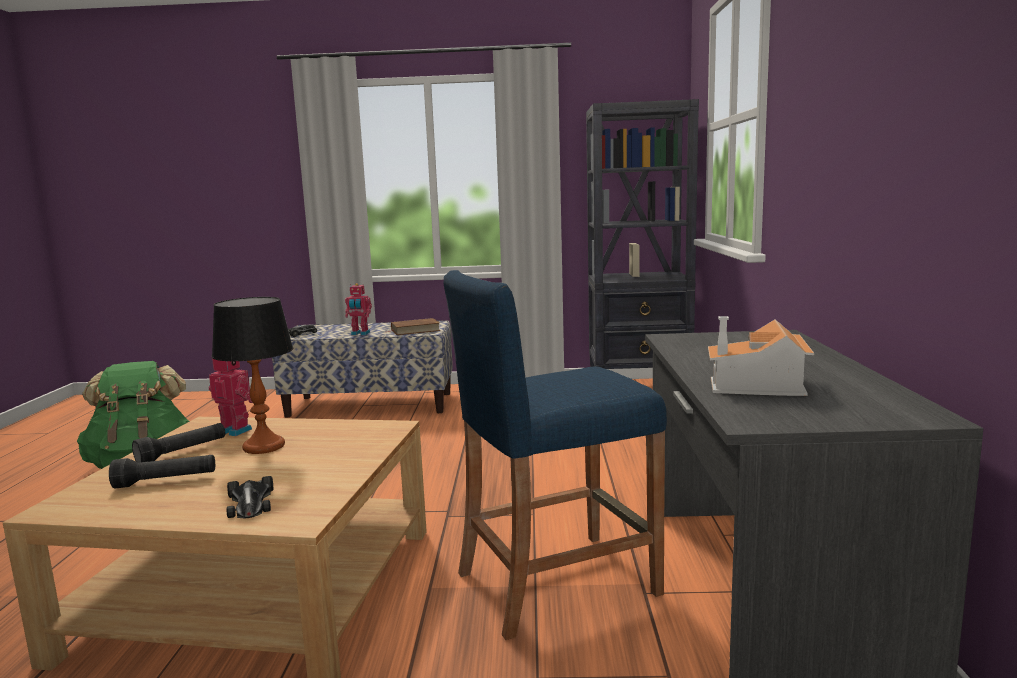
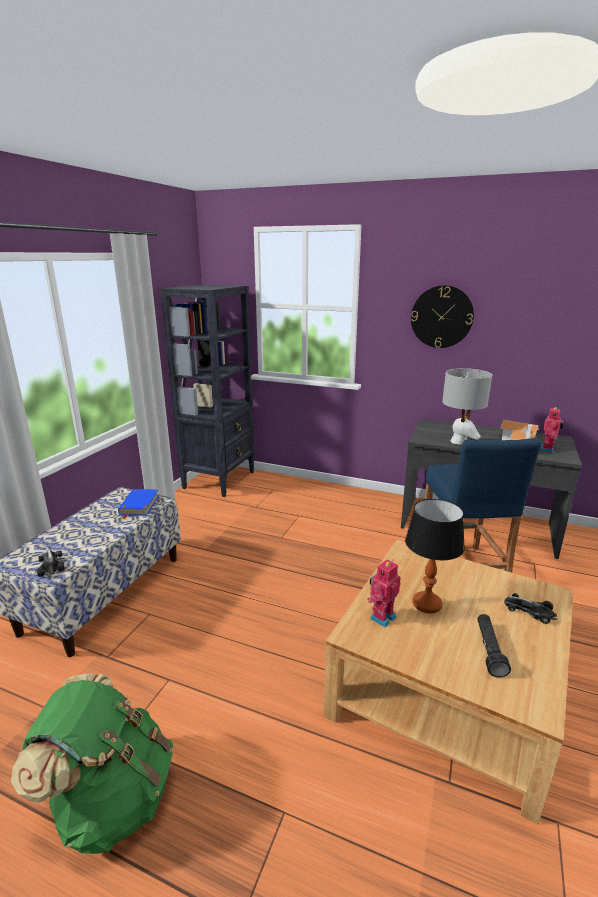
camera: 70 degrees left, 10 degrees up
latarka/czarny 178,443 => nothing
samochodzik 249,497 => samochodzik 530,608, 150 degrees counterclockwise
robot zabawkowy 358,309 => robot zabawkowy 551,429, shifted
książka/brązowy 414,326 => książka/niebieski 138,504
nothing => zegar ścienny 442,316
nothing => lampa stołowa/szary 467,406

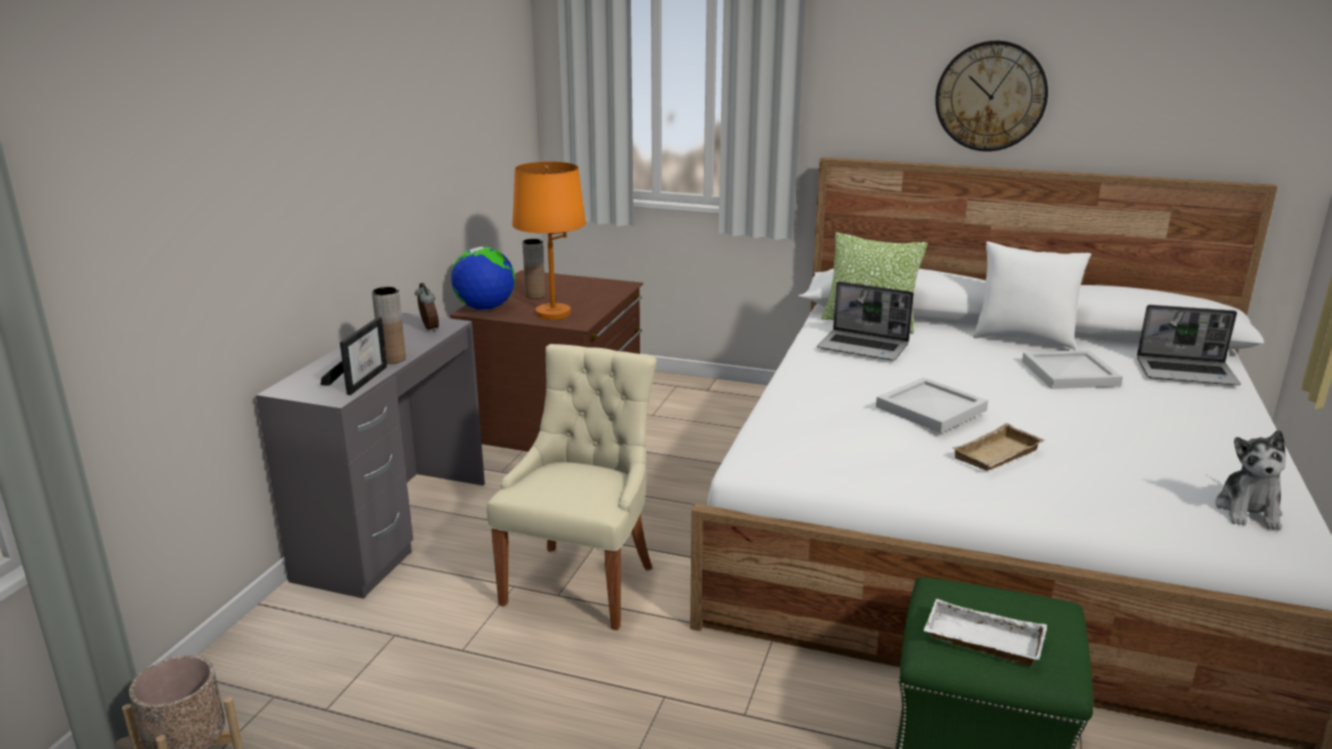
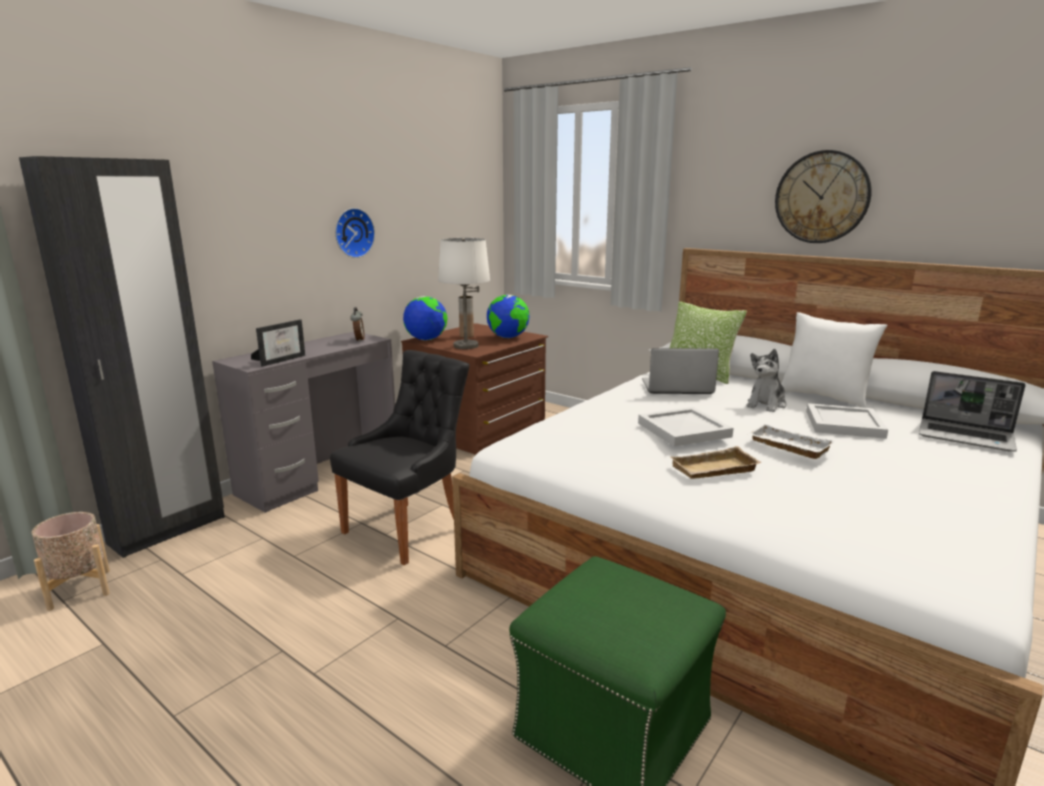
camera: 20 degrees right, 5 degrees down
wazon/brązowy 389,325 => nothing
krzesło/beżowy 572,487 => krzesło/czarny 399,457
lampa stołowa/pomarańczowy 549,241 => lampa stołowa/biały 464,293
laptop 865,321 => laptop 680,371, 135 degrees clockwise
taca/biały 985,632 => taca/biały 791,441, shifted
pluszak 1250,480 => pluszak 766,380, shifted
nothing => szafa/czarny 122,357
nothing => zegar ścienny 355,233
nothing => globus 508,316

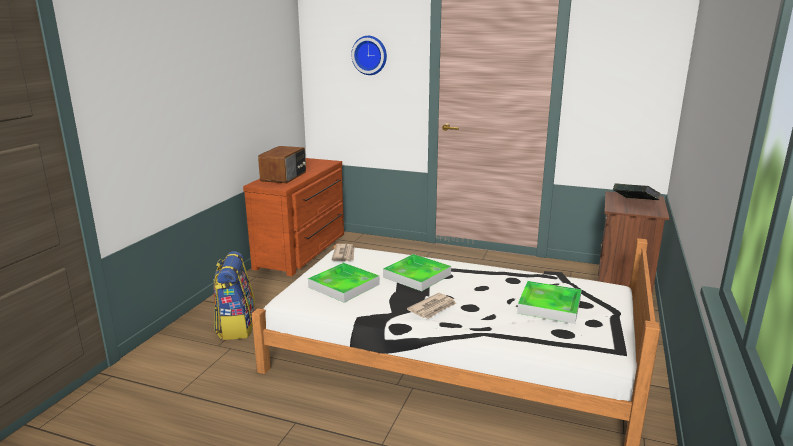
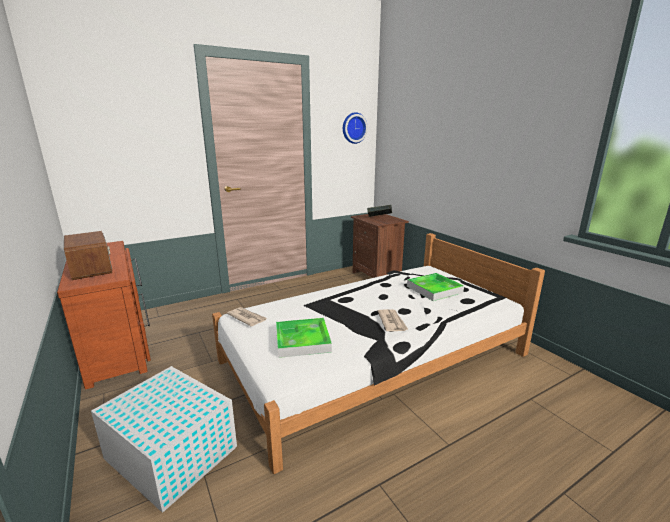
camera: 50 degrees left, 0 degrees up
plecak 234,295 => pojemnik do przechowywania/biały 164,439
zegar ścienny 369,55 => zegar ścienny 355,128, shifted
taca 417,272 => nothing

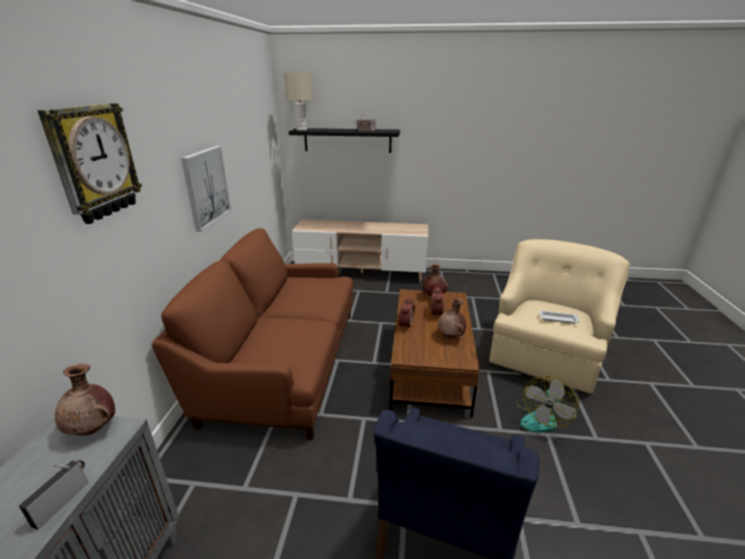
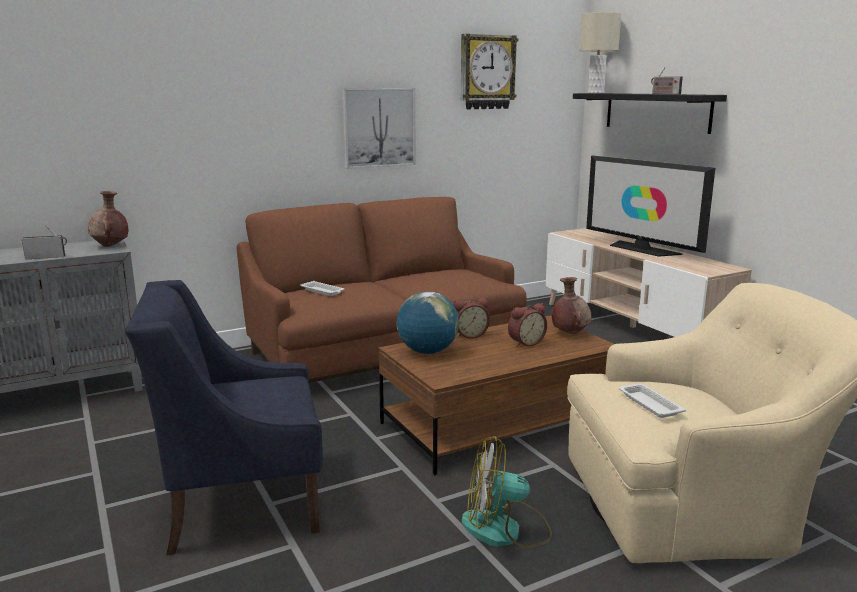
camera: 55 degrees right, 10 degrees down
zegar ścienny 89,163 => zegar ścienny 489,71, shifted
wazon/brązowy 452,318 => nothing
nothing => taca/biały 322,288
nothing => globus 428,323
nothing => telewizor 650,206

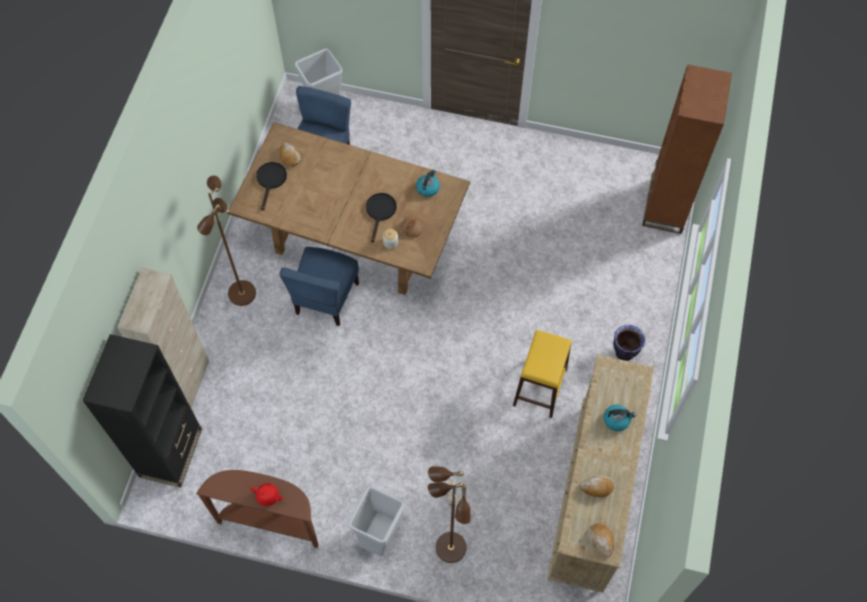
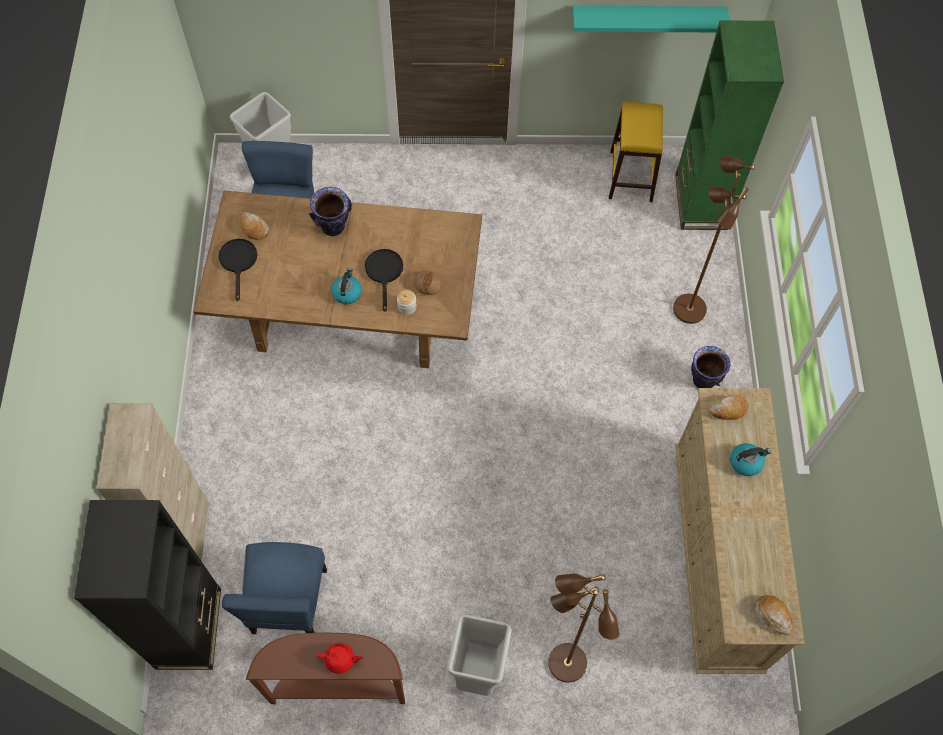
camera: 15 degrees left, 0 degrees up
lampa stojąca/brązowy 226,241 => lampa stojąca/brązowy 714,239, shifted
krzesło/niebieski 319,286 => krzesło/niebieski 274,588, shifted
czajnik 428,183 => czajnik 346,286, shifted
stołek/żółty 542,374 => stołek/żółty 636,152, shifted
chleb 596,486 => chleb 728,407, shifted
regał/brązowy 687,149 => regał/zielony 729,125
nothing => wazon 330,211
nothing => półka/turkusowy 651,19

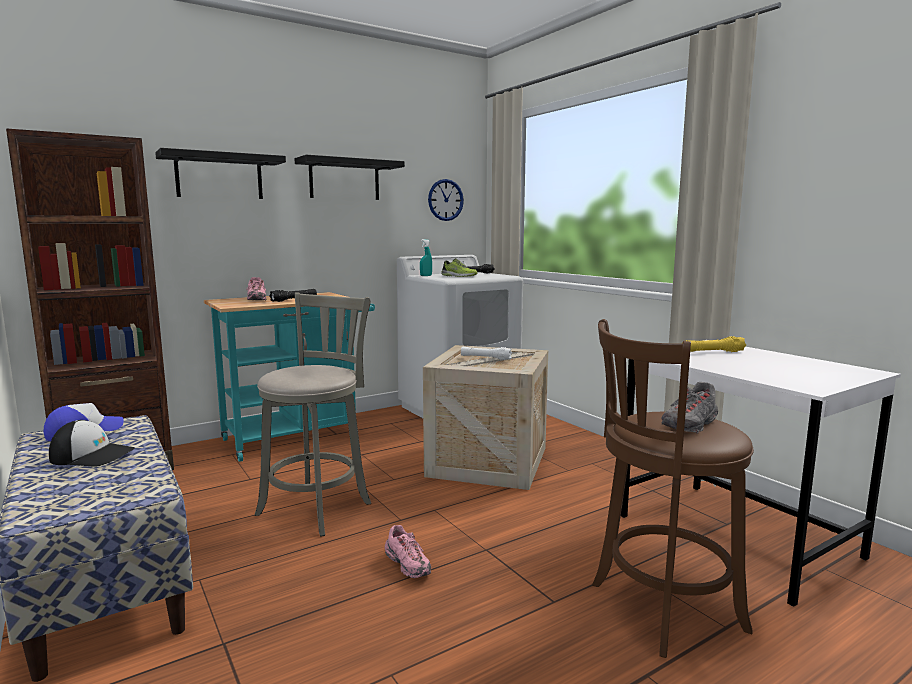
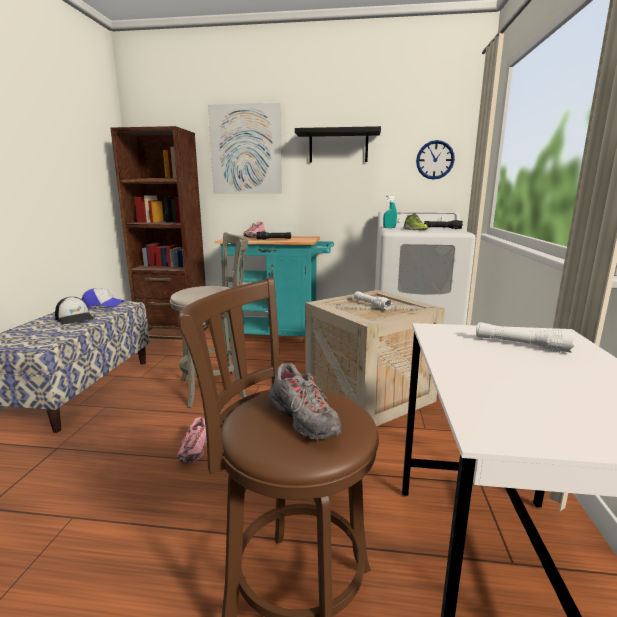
camera: 40 degrees right, 5 degrees up
półka/czarny 220,173 => obraz 245,148
but/szary 689,407 => but/szary 305,401, 120 degrees counterclockwise
latarka/żółty 716,344 => latarka/biały 525,337

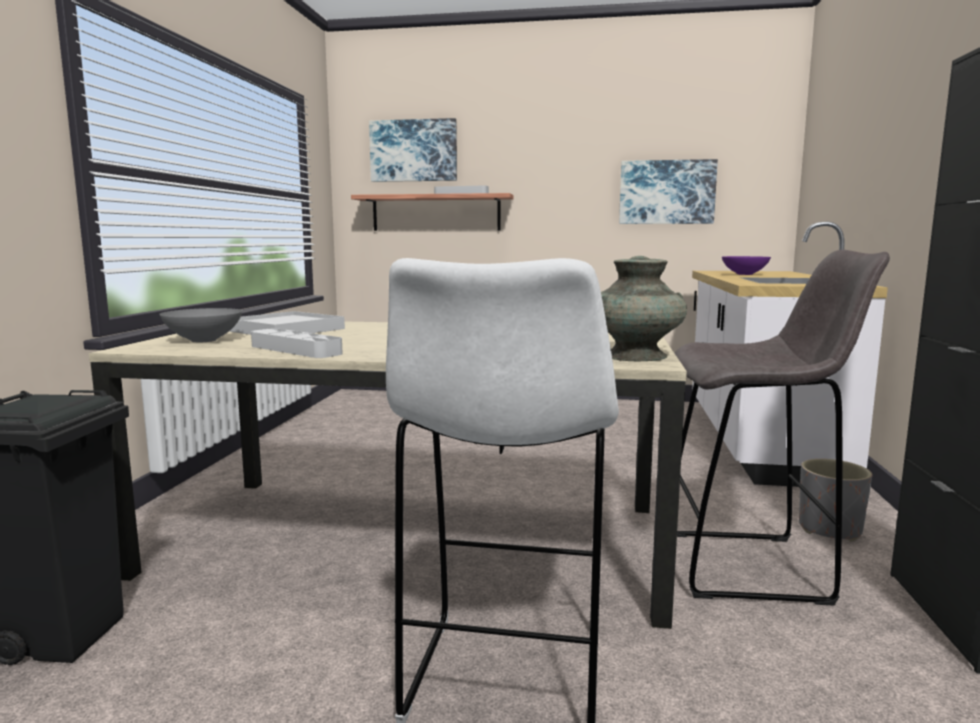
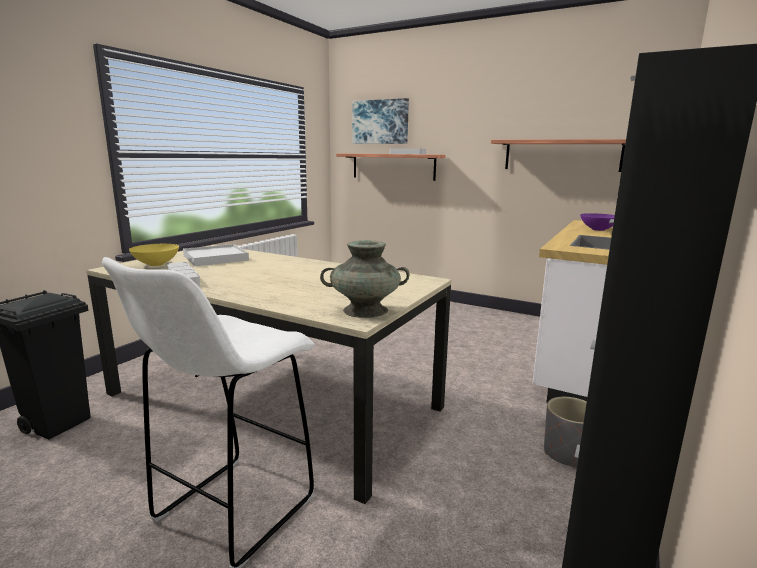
camera: 20 degrees right, 5 degrees up
miska/szary 200,325 => miska/żółty 154,255
obraz 668,191 => półka 558,155
stołek/szary 782,428 => nothing

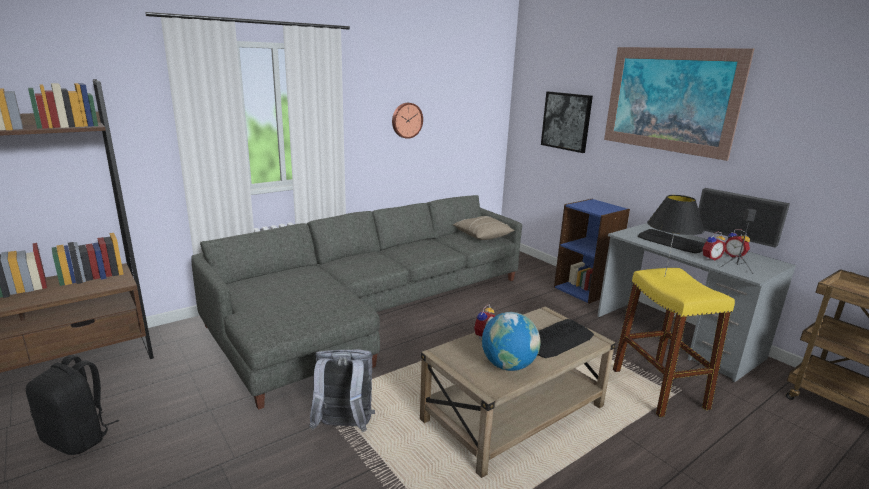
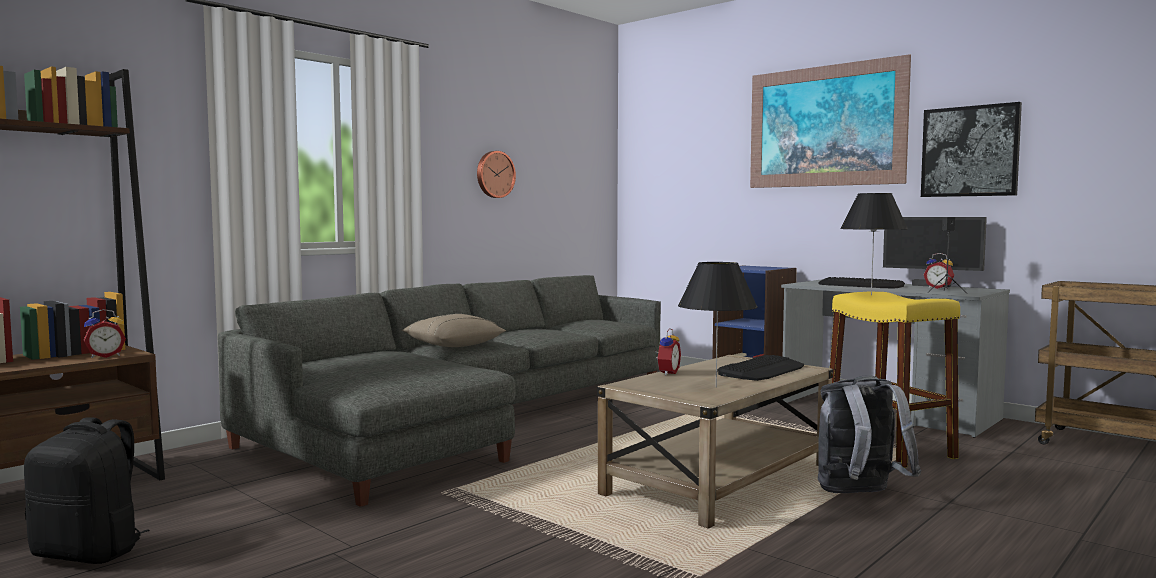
camera: 10 degrees left, 15 degrees down
plecak/szary 342,390 => plecak/szary 869,434, shifted
poduszka/beżowy 484,228 => poduszka/beżowy 454,330, shifted
globus 511,341 => lampa stołowa/czarny 718,324
obraz 567,122 => obraz 971,149, shifted
budzik 713,246 => budzik 105,333, shifted

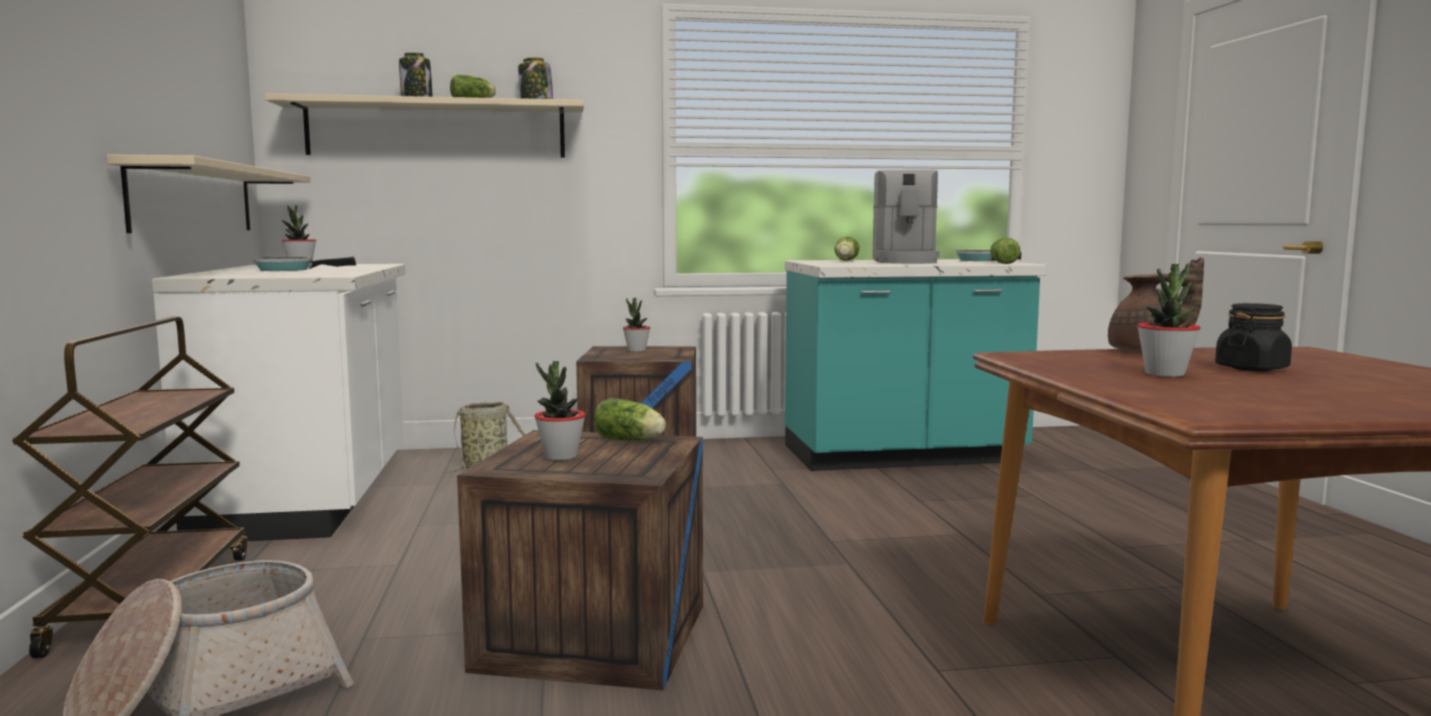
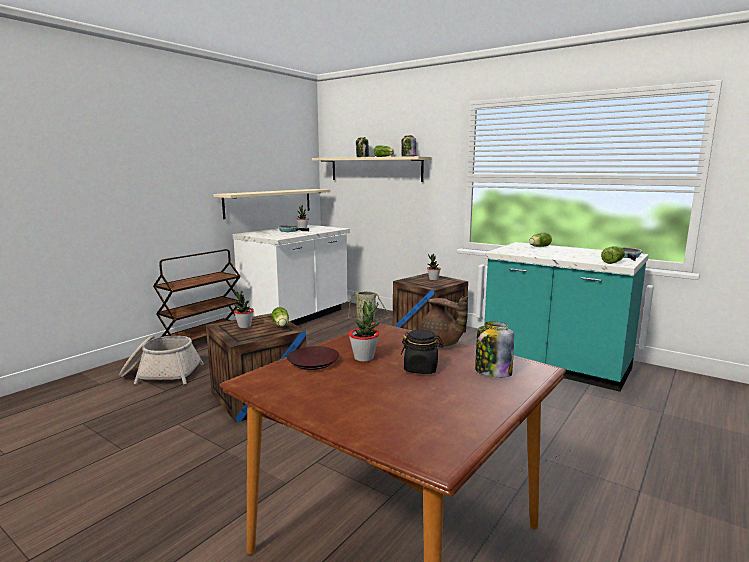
camera: 45 degrees right, 5 degrees up
ekspres do kawy 906,217 => nothing
nothing => talerz/brązowy 313,358
nothing => słoik 494,349

